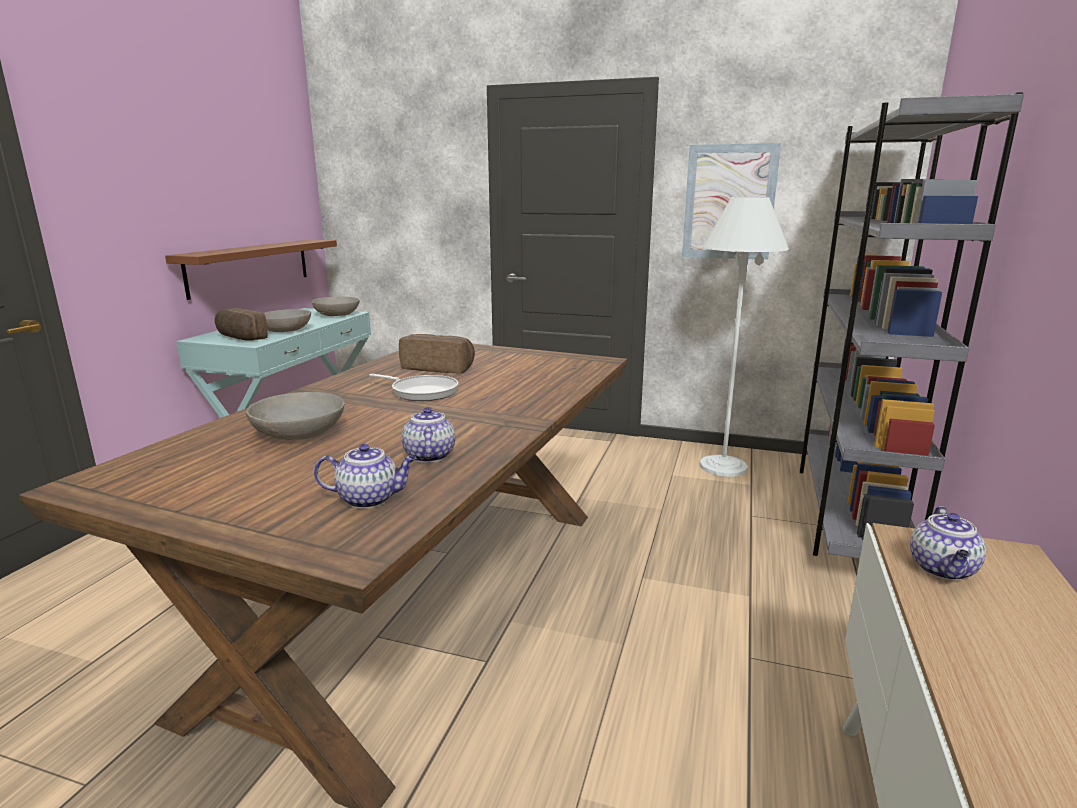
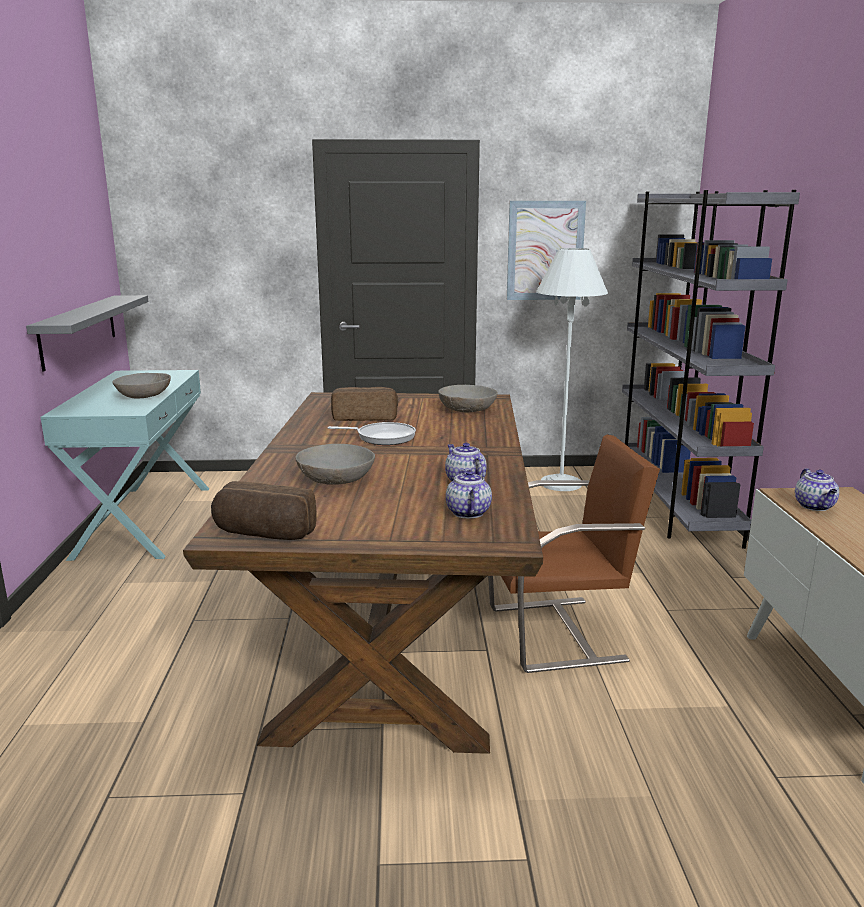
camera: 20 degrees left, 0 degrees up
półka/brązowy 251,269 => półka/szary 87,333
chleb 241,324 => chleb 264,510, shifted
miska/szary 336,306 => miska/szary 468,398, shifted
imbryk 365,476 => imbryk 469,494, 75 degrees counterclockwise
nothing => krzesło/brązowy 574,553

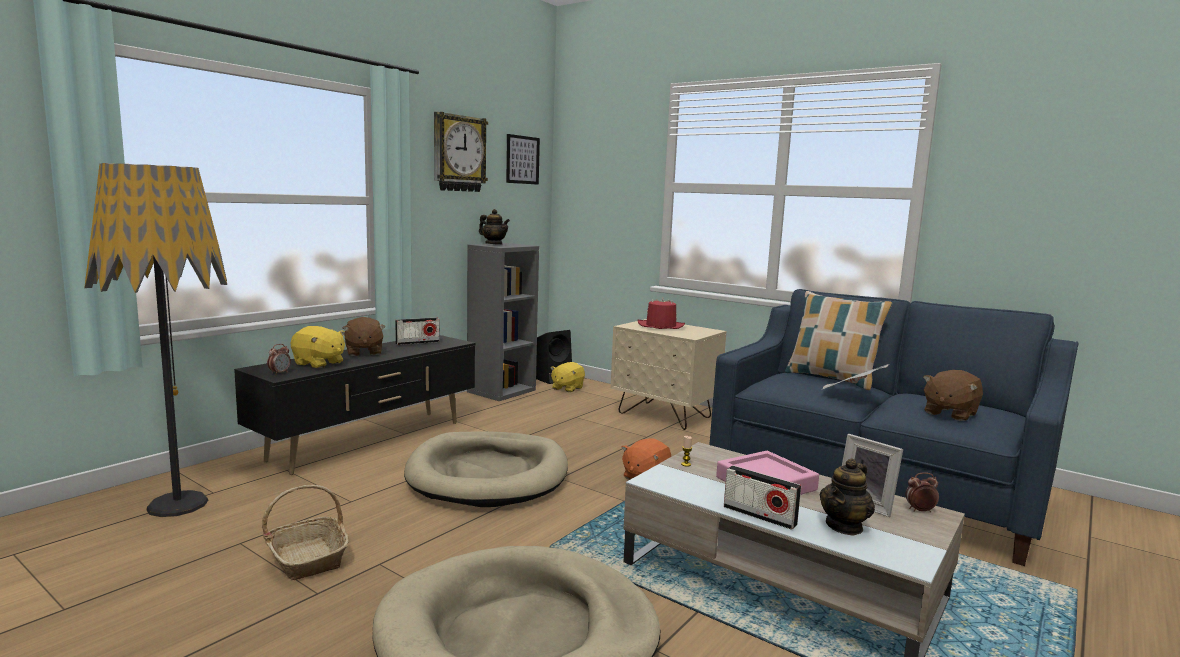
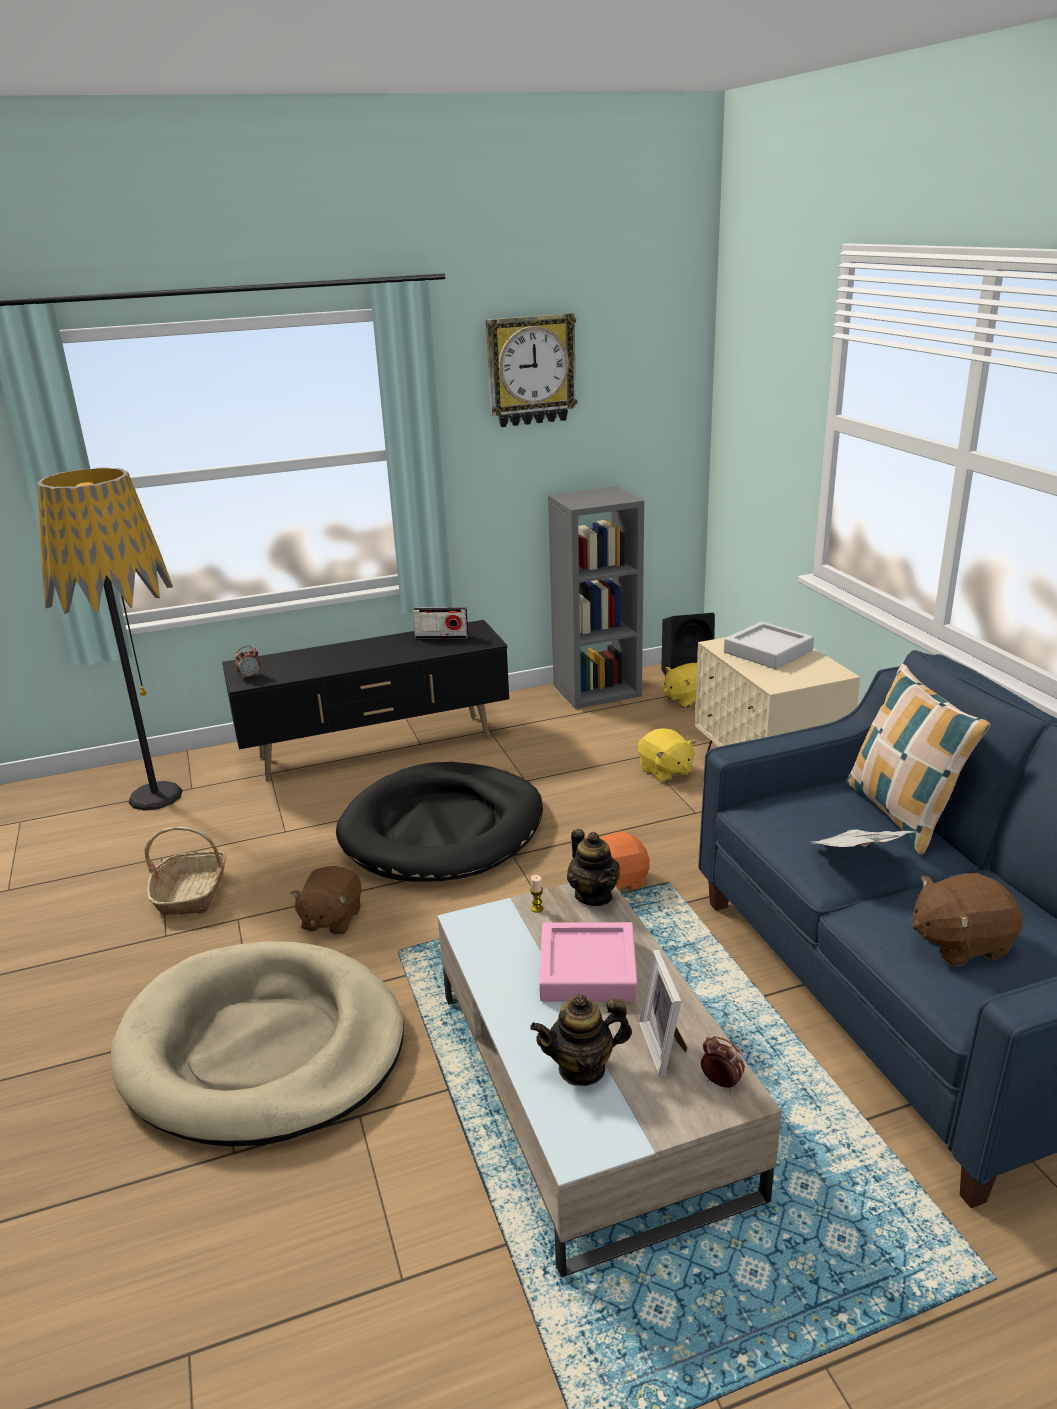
camera: 35 degrees right, 15 degrees up
pluszak/żółty 318,347 => pluszak/żółty 667,755, shifted
pluszak/brązowy 364,336 => pluszak/brązowy 326,900, shifted
legowisko/beżowy 486,469 => legowisko/czarny 439,821
imbryk 494,227 => imbryk 593,867, shifted
obraz 523,159 => nothing
kapelusz/czerwony 661,313 => taca/szary 769,645
radio 762,497 => nothing

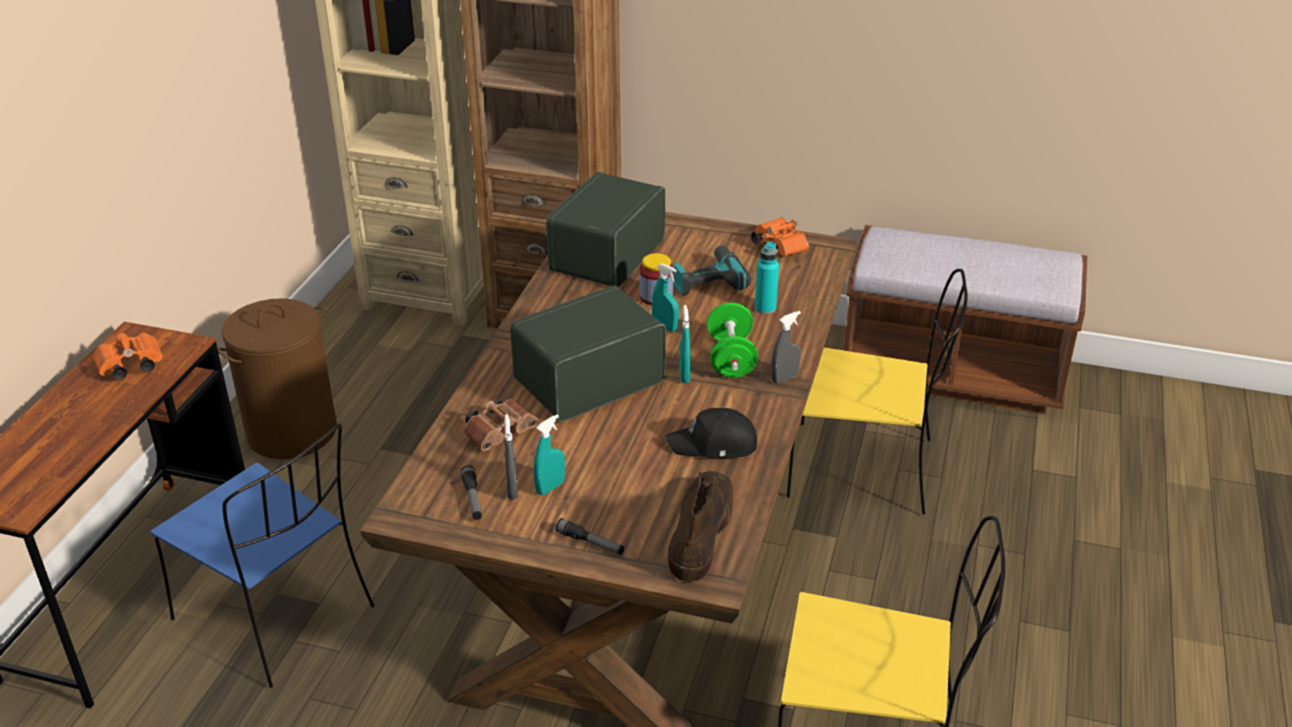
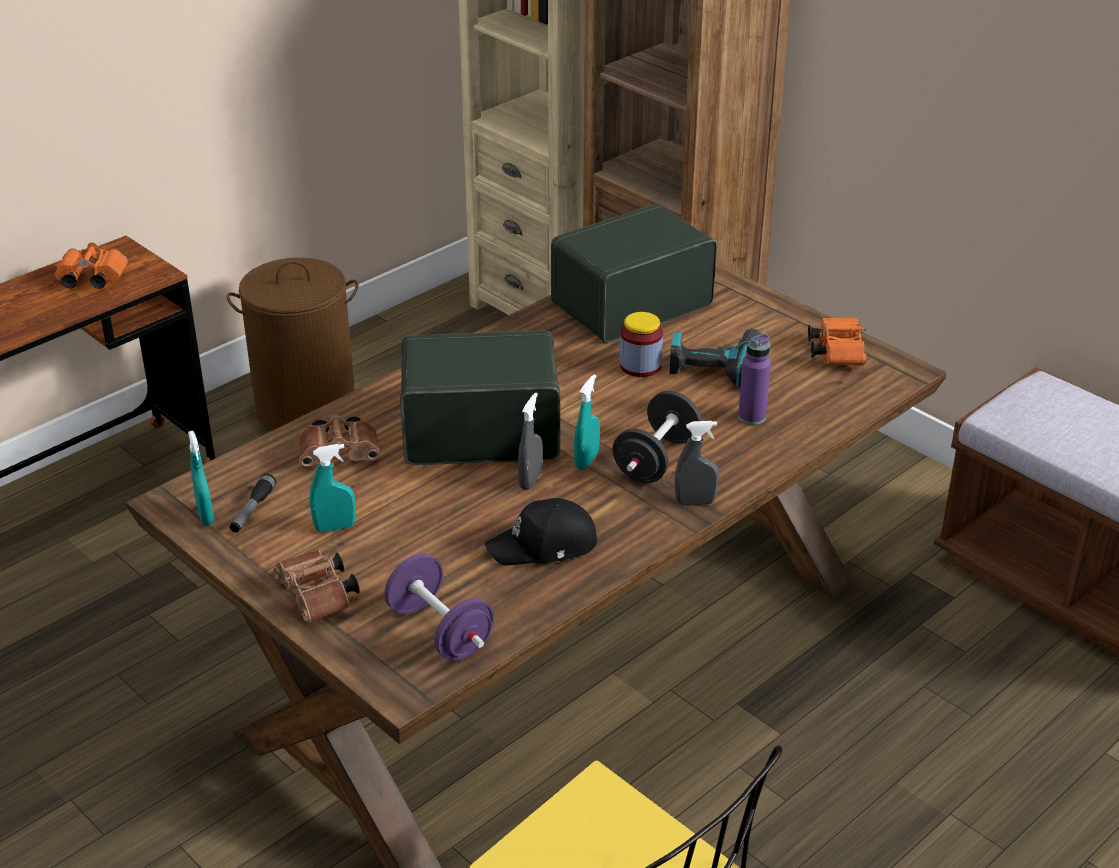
camera: 30 degrees right, 0 degrees up
krzesło/niebieski 262,556 => nothing
spryskiwacz/szary 511,457 => spryskiwacz/szary 530,441, shifted
latarka 589,536 => lornetka/brązowy 317,586
spryskiwacz/turkusowy 665,297 => spryskiwacz/turkusowy 201,478, shifted
czapka z daszkiem/czarny 711,433 => czapka z daszkiem/czarny 540,532, 45 degrees counterclockwise
but z cholewką/brązowy 700,526 => hantel/fioletowy 439,607
hantel/zielony 732,340 => hantel/czarny 657,437
butelka/turkusowy 767,278 => butelka/fioletowy 754,379
krzesło/żółty 877,391 => nothing

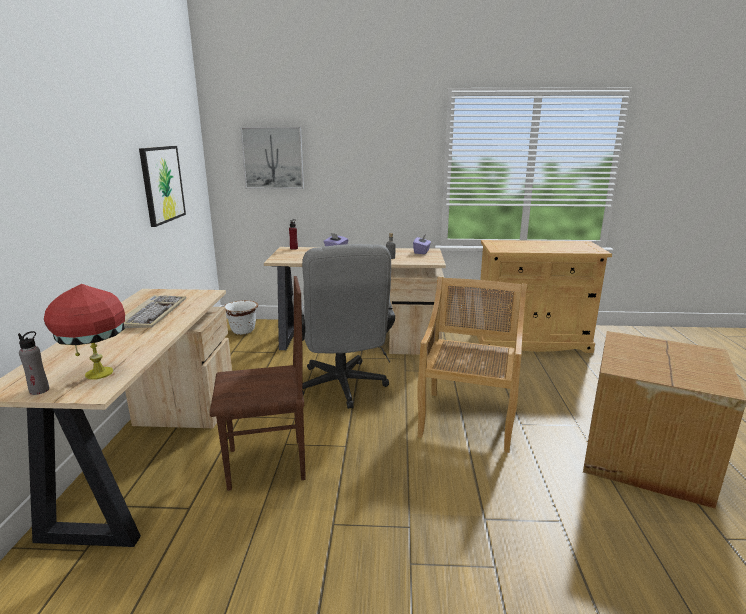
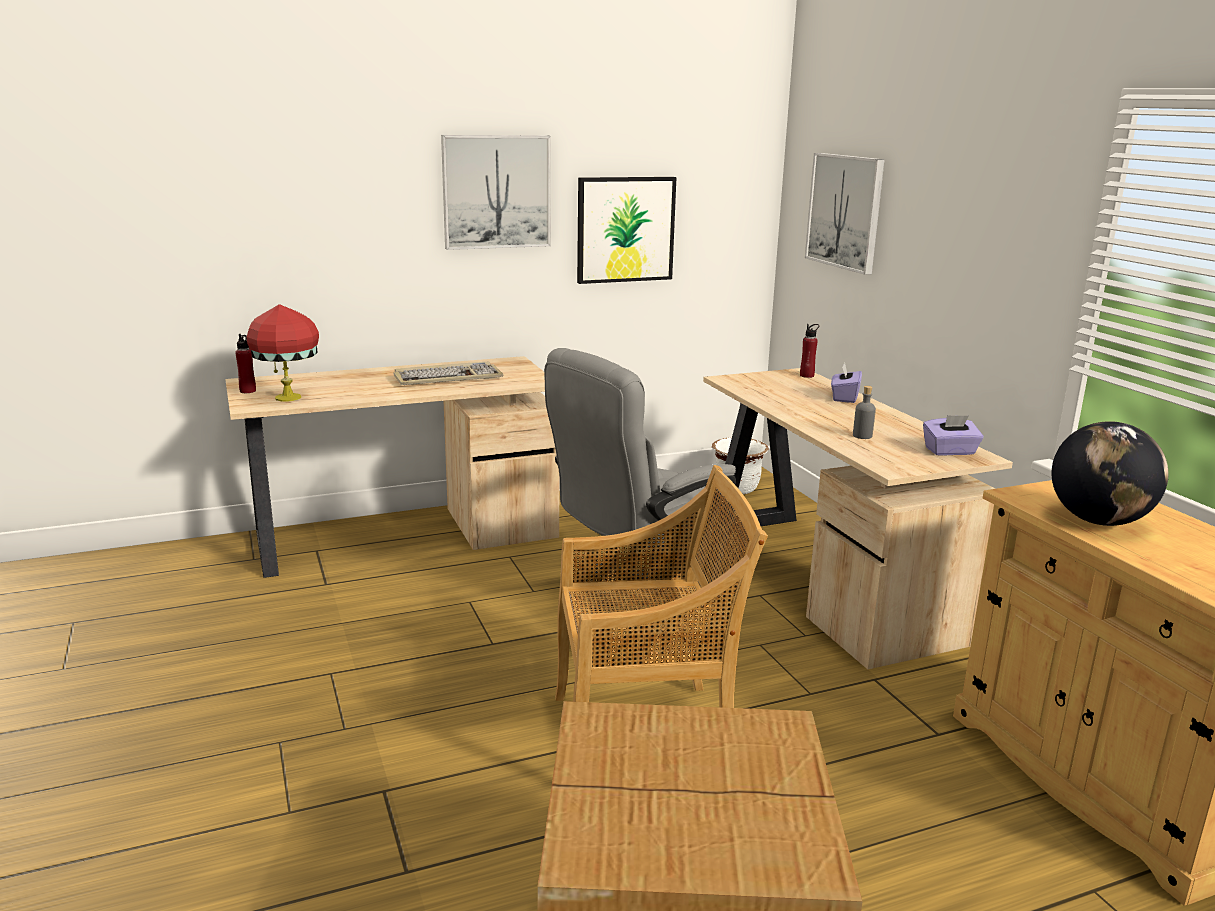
camera: 65 degrees right, 0 degrees up
butelka/szary 33,363 => butelka/czerwony 245,363
krzesło/brązowy 258,383 => nothing
nothing => obraz 496,192
nothing => globus 1109,473

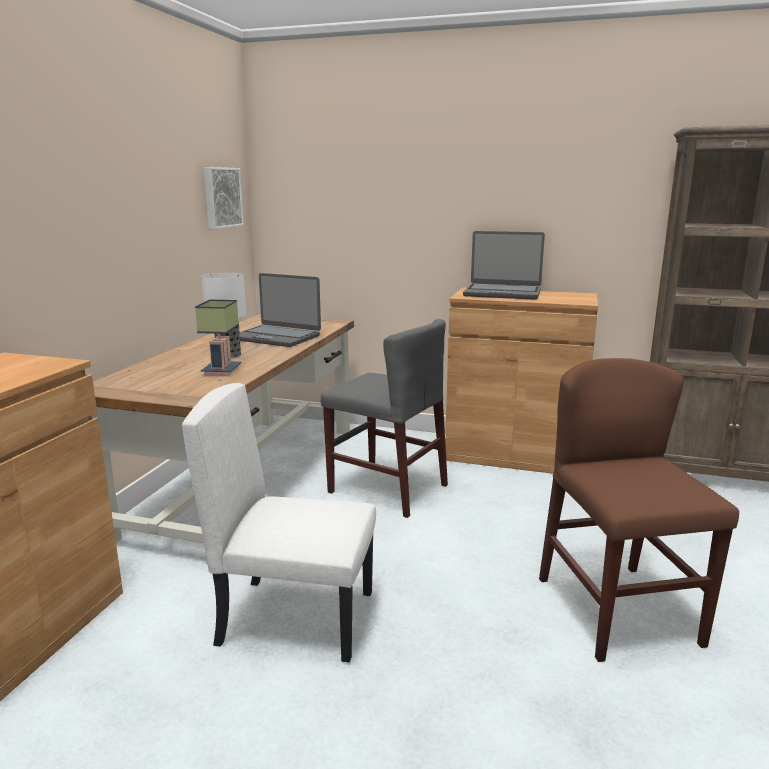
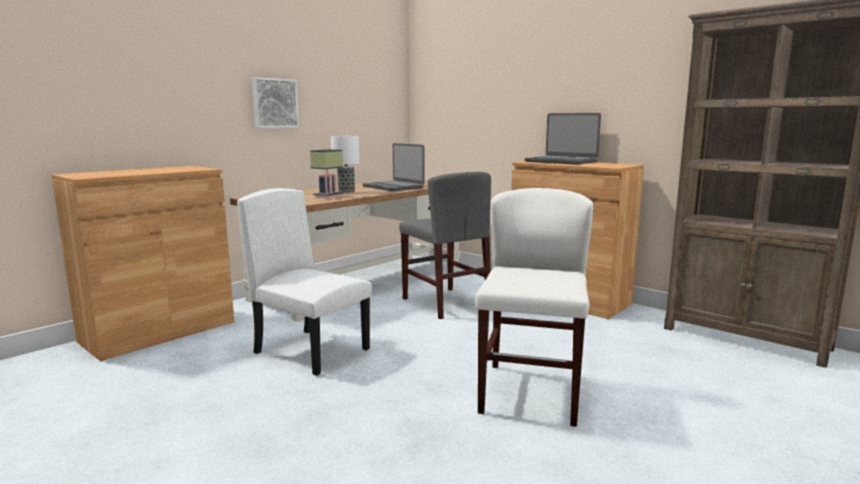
camera: 25 degrees right, 5 degrees down
obraz 224,198 => obraz 275,102, shifted
krzesło/brązowy 639,510 => krzesło/biały 534,307

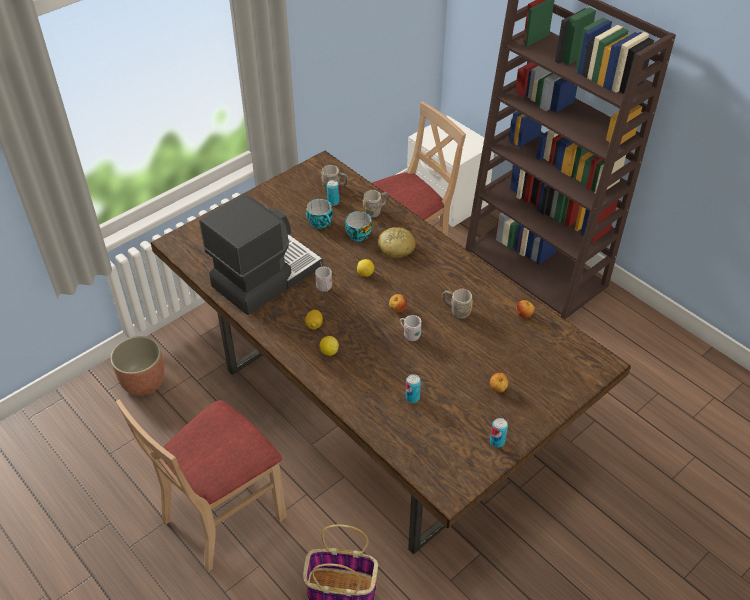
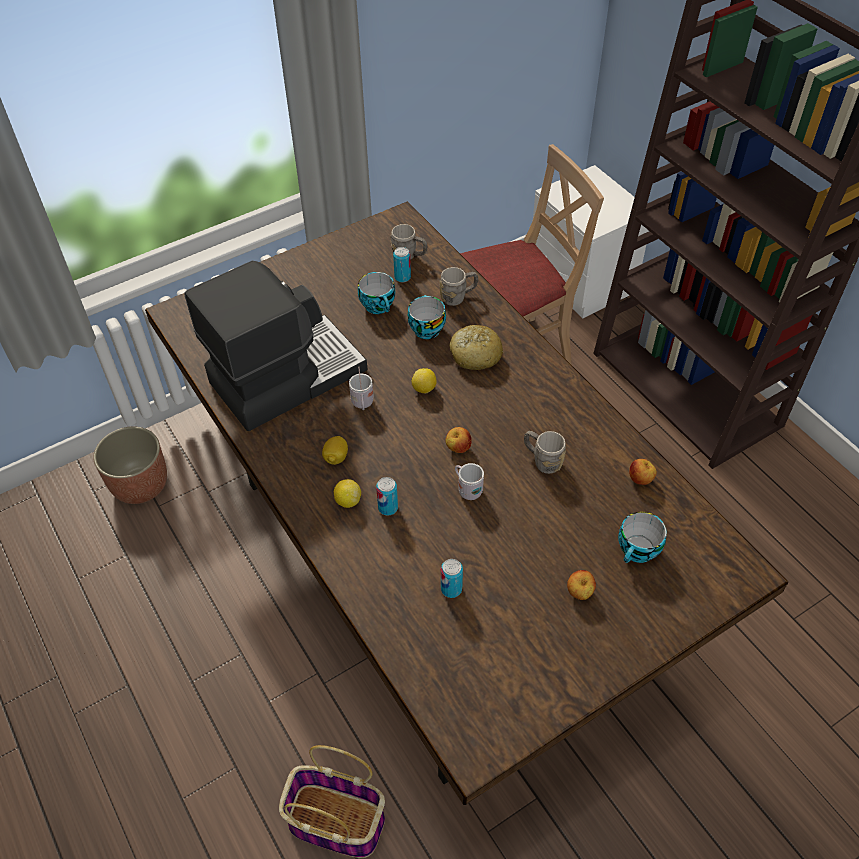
camera: 10 degrees right, 5 degrees up
krzesło/beżowy 201,485 => nothing
puszka 499,432 => puszka 387,496, shifted
nothing => filiżanka 642,537

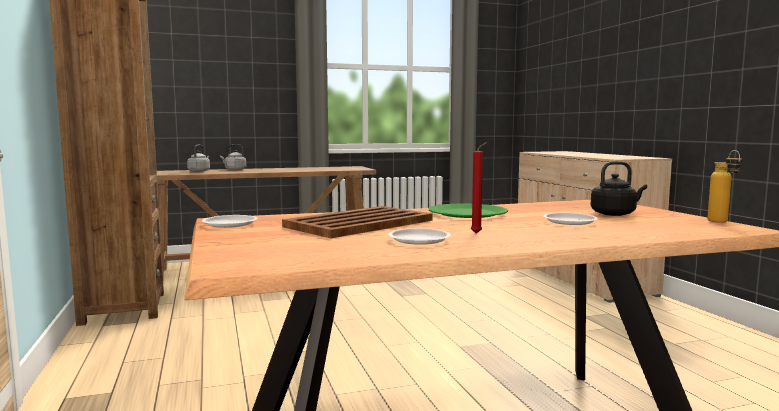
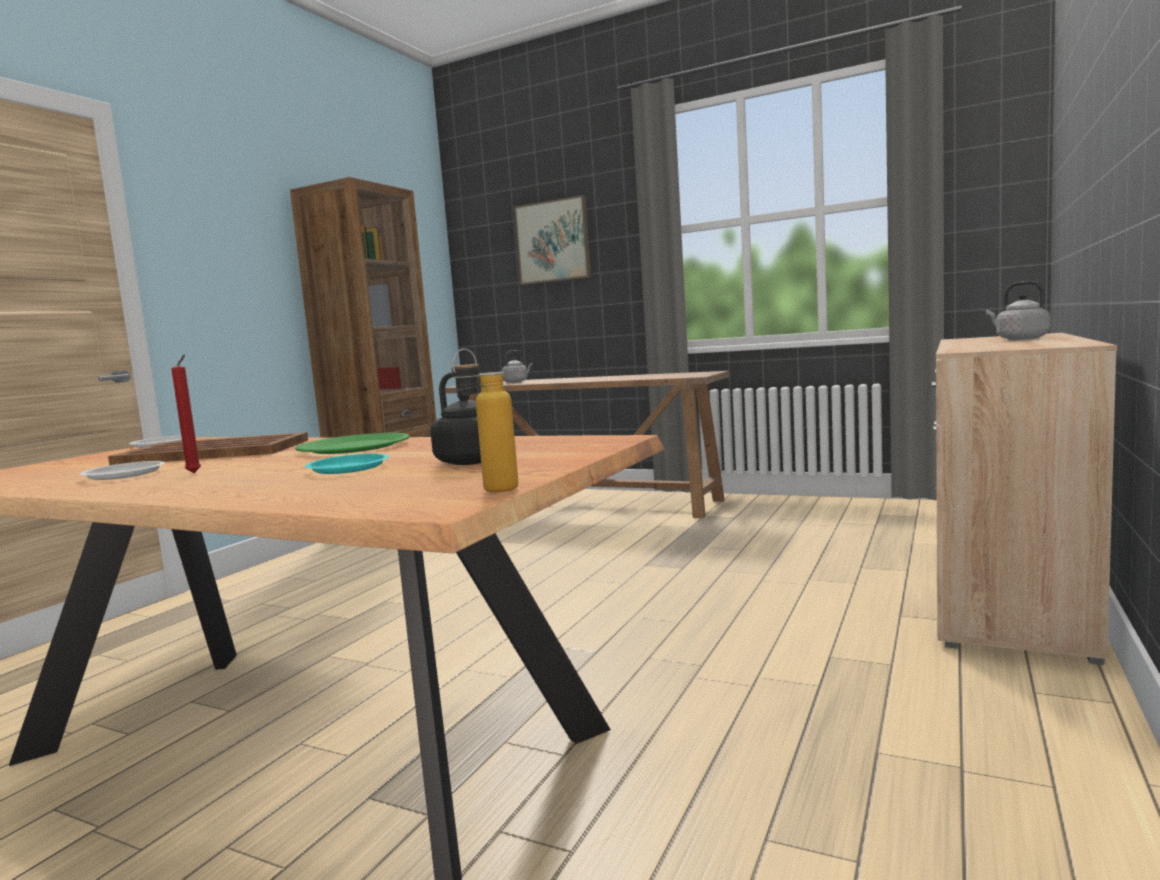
camera: 45 degrees right, 0 degrees up
czajnik/szary 233,157 => czajnik/szary 1018,310, shifted
talerz/biały 570,219 => talerz/turkusowy 347,464
nothing => obraz 552,240

